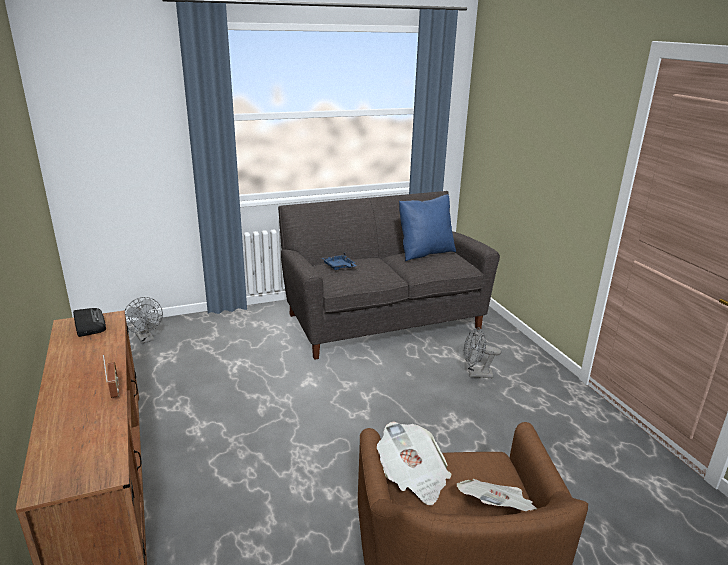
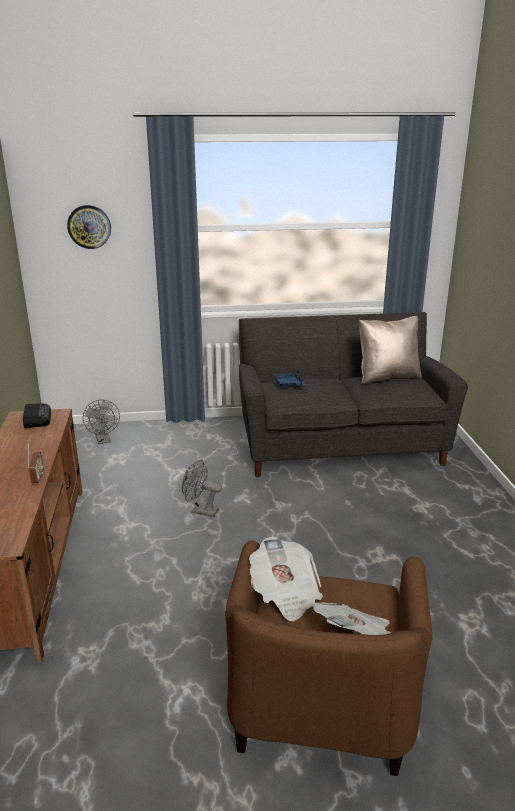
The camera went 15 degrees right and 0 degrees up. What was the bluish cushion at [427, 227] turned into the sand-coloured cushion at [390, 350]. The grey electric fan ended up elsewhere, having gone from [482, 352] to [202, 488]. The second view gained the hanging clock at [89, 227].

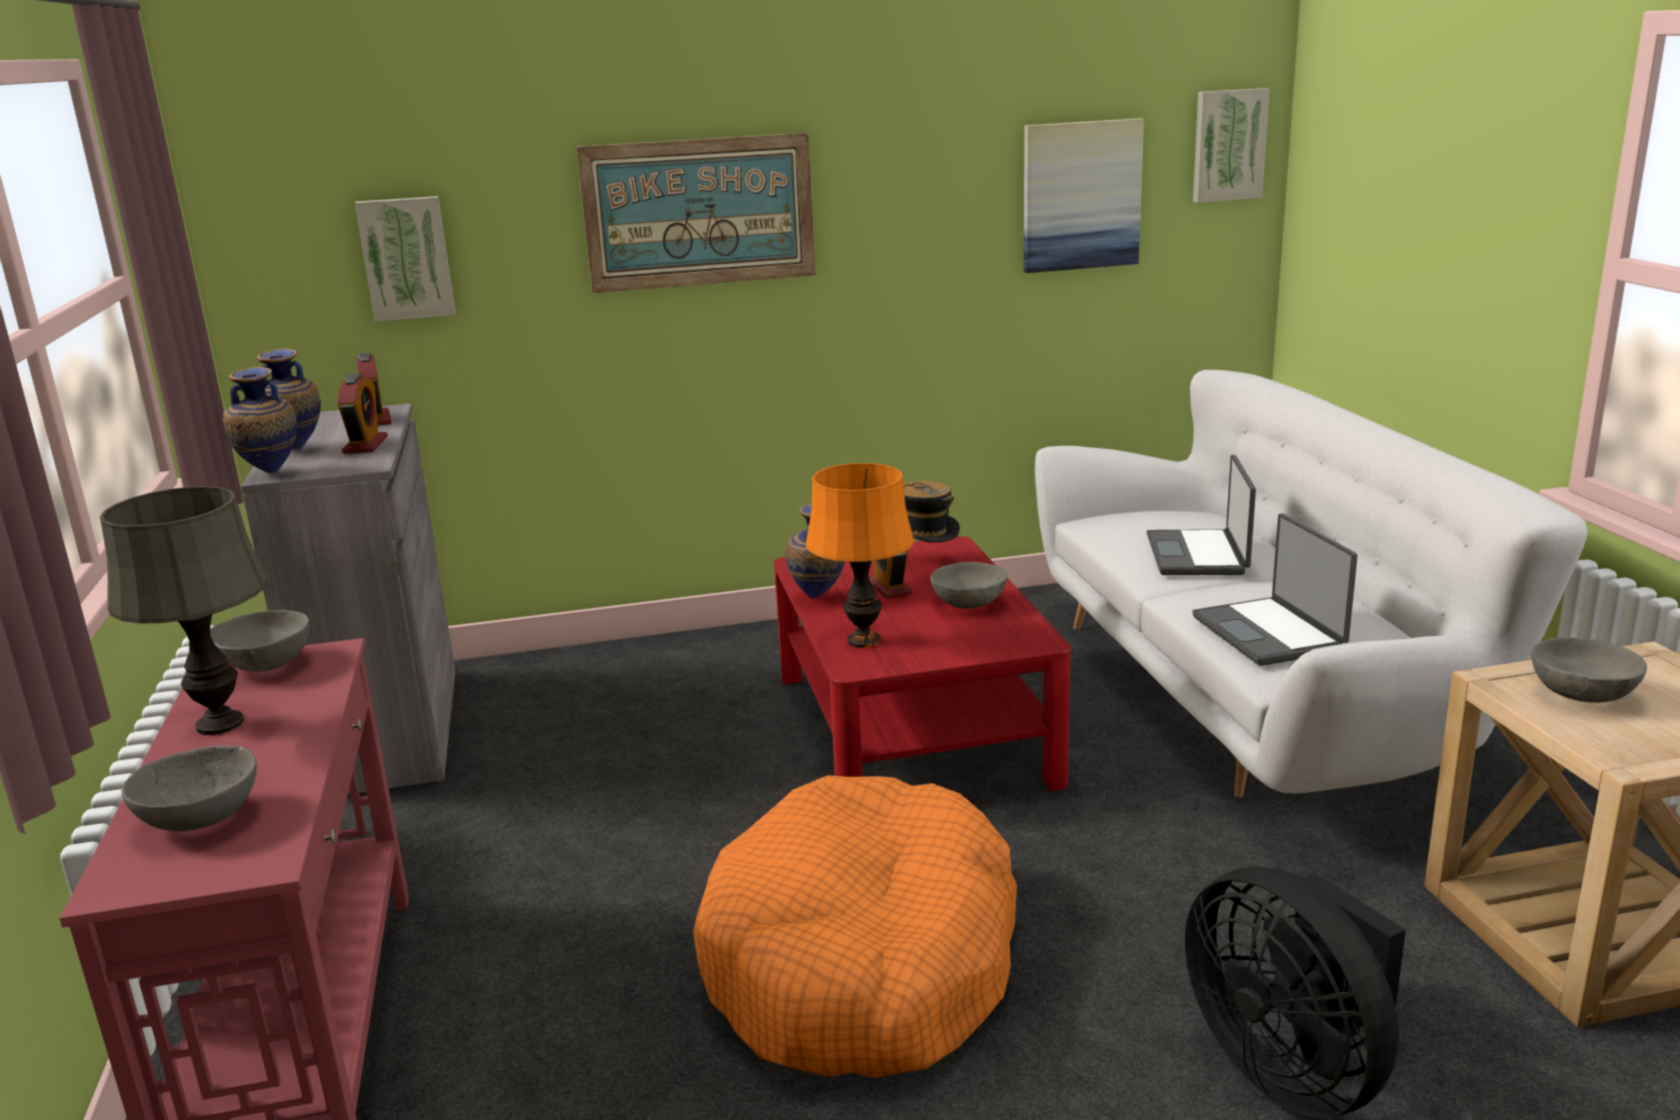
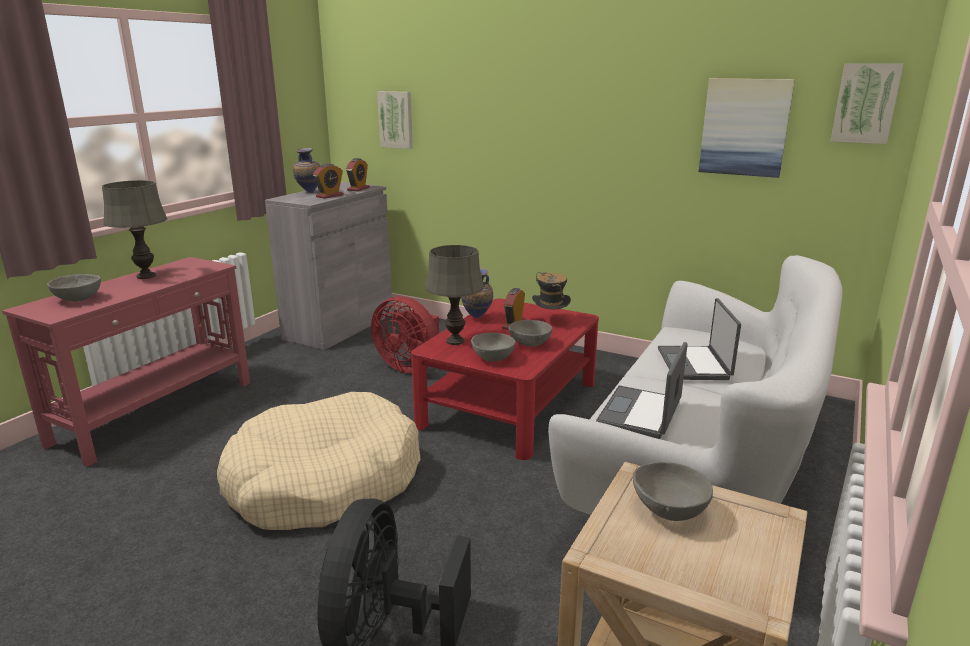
The camera went 40 degrees right and 0 degrees up. The second view lost the picture at [696, 213]. The second view lost the vase at [260, 419]. The laptop at [1201, 515] ended up facing another way, 45 degrees counterclockwise from before. What was the orangey tabletop lamp at [860, 555] turned into the grey tabletop lamp at [454, 295]. The grey deep dish ended up elsewhere, having gone from [260, 641] to [493, 347]. What was the orangey pet bed at [855, 926] turned into the sand-coloured pet bed at [319, 461]. The second view gained the red electric fan at [405, 335].

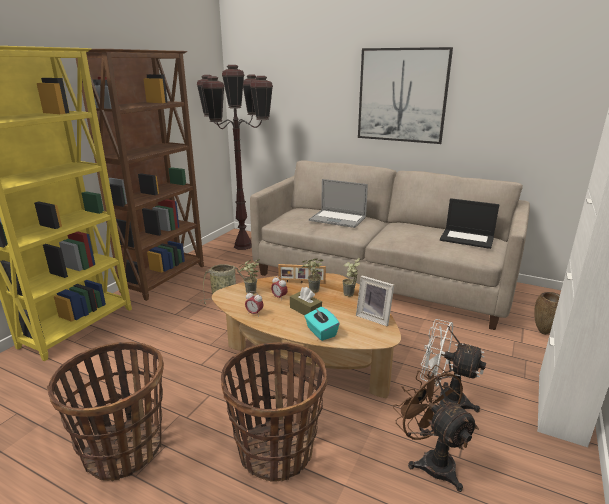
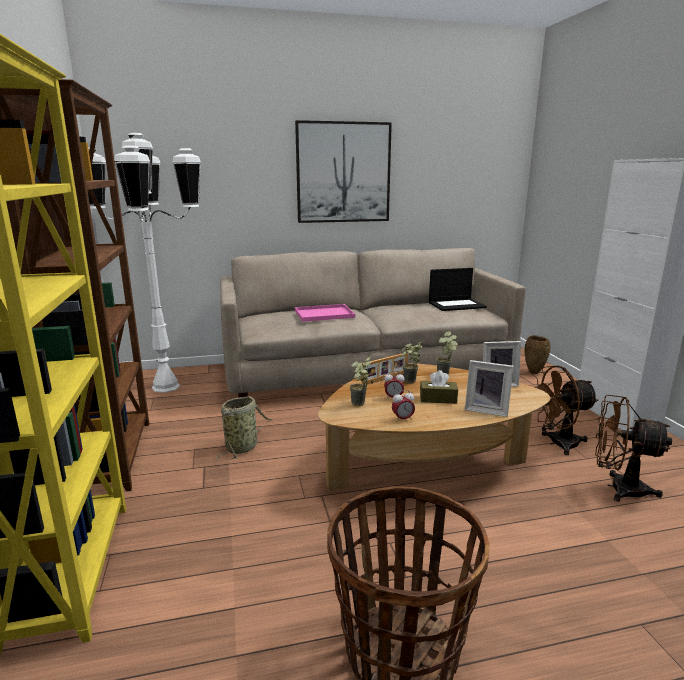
The camera went 40 degrees left and 5 degrees down. What was the brown standing lamp at [235, 157] turned into the white-coloured standing lamp at [144, 263]. Where the laptop stood at [338, 203], the pink-coloured tray came to stand at [325, 313]. Where the blue-green box of tissues stood at [322, 324], the photo frame came to stand at [489, 388]. What was the white-coloured electric fan at [453, 365] turned into the brown electric fan at [566, 410]. The second view lost the storage basket at [274, 411].

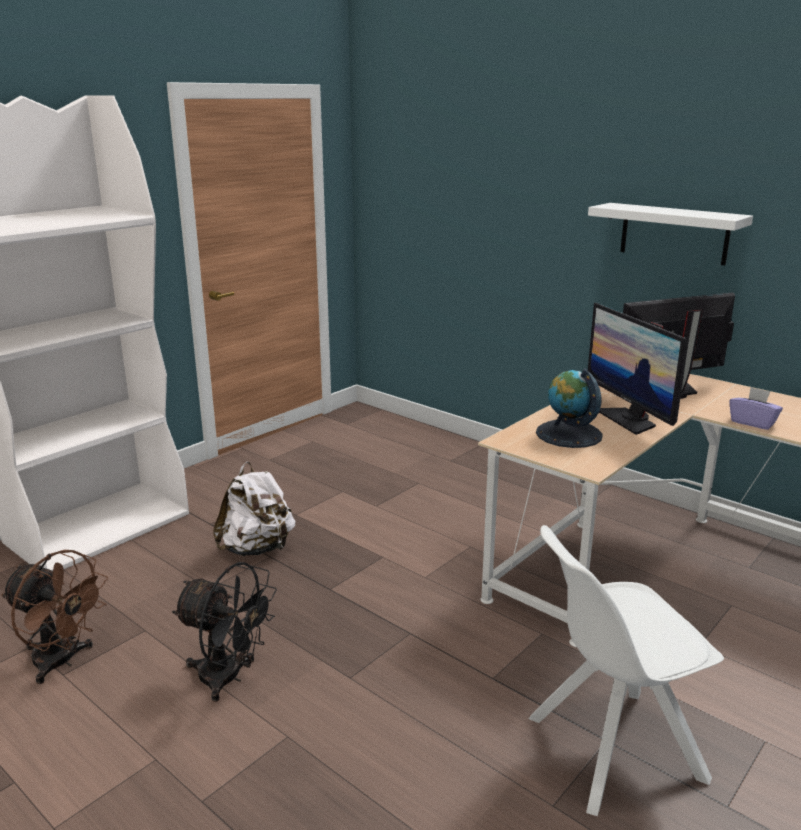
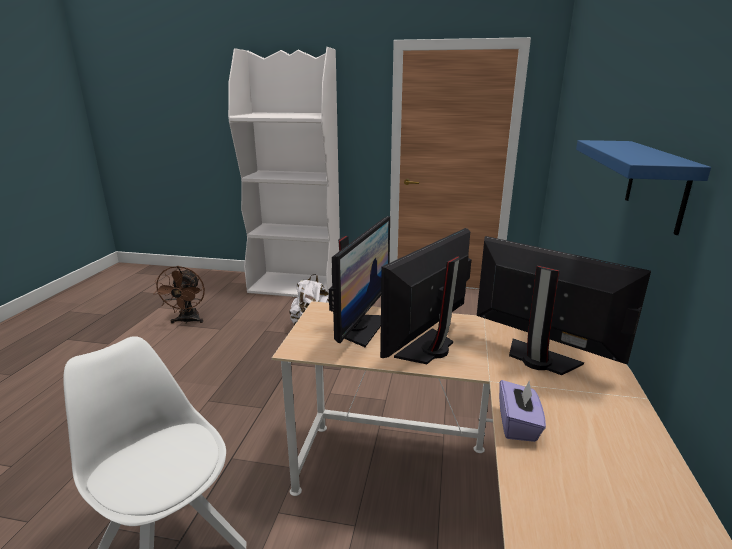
The camera went 60 degrees right and 0 degrees up. What was the white-coloured wall shelf at [670, 234] turned into the bluish wall shelf at [643, 187]. Where the desk globe stood at [569, 408], the computer display came to stand at [359, 281]. The second view lost the black-coloured electric fan at [224, 632].

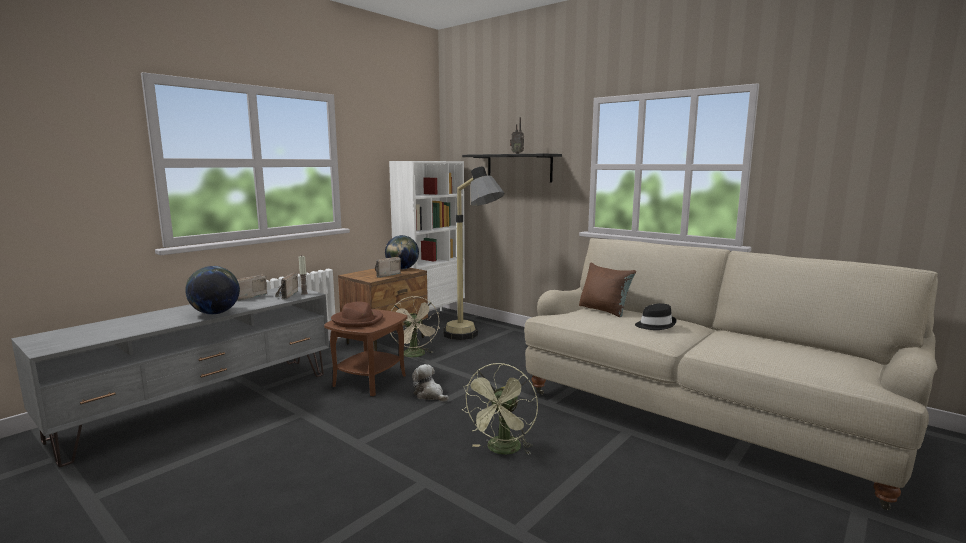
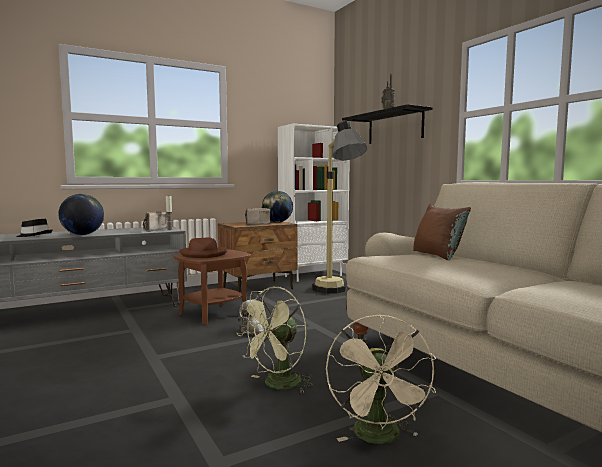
The camera went 20 degrees right and 5 degrees down. The second view lost the radio set at [252, 288]. The sand-coloured electric fan ended up elsewhere, having gone from [414, 326] to [381, 379]. The black-coloured hat ended up elsewhere, having gone from [656, 316] to [34, 228].

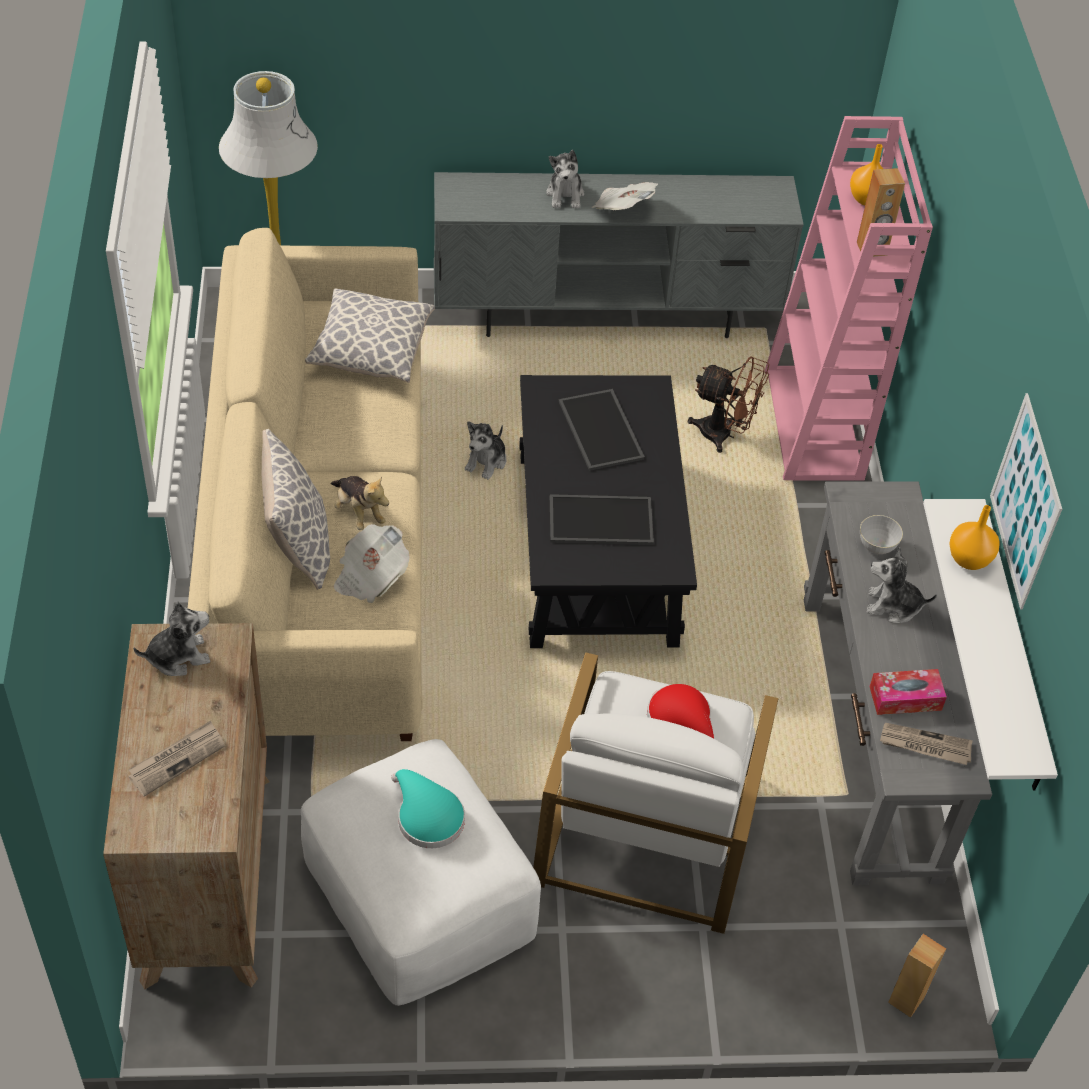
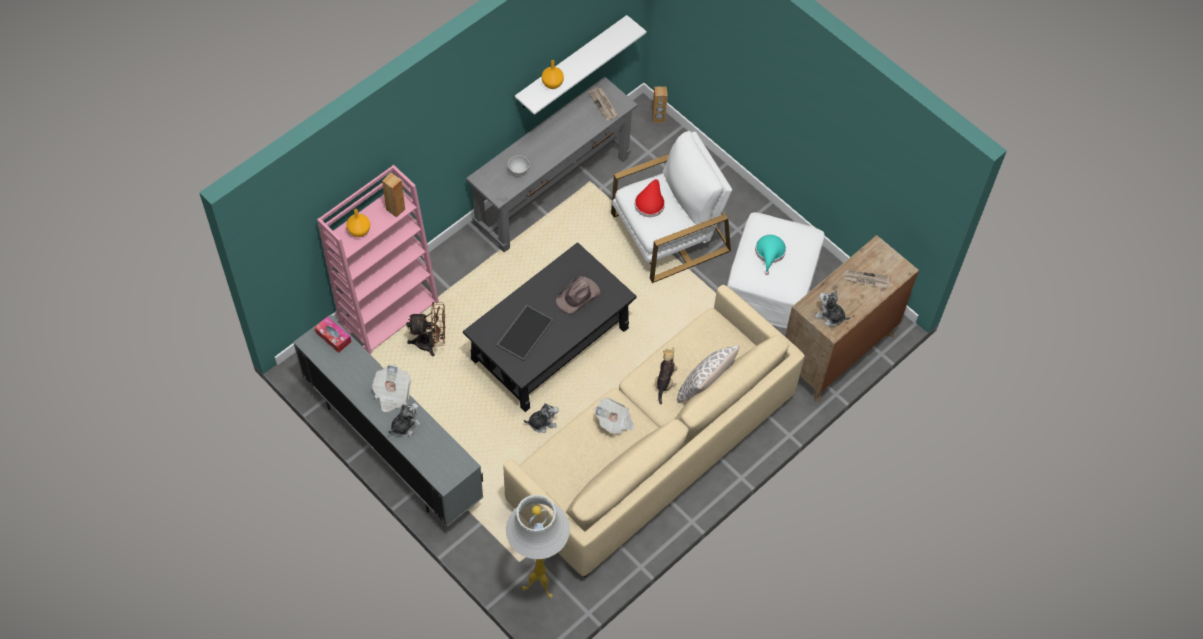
The camera went 130 degrees left and 10 degrees up. The second view lost the cushion at [370, 335]. The brown electric fan at [728, 404] ended up facing another way, 105 degrees clockwise from before. The second view lost the picture at [1026, 501]. Where the tray stood at [602, 519], the brown hat came to stand at [578, 295]. The printed paper ended up elsewhere, having gone from [372, 563] to [614, 416]. The second view lost the soft toy at [901, 585]. The box of tissues ended up elsewhere, having gone from [908, 692] to [333, 335].

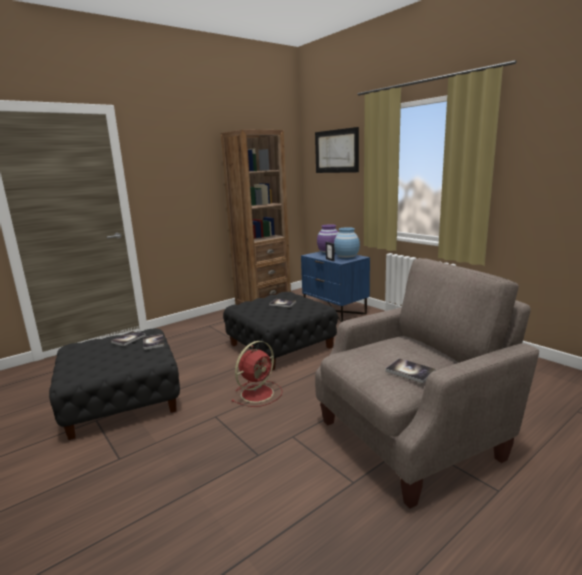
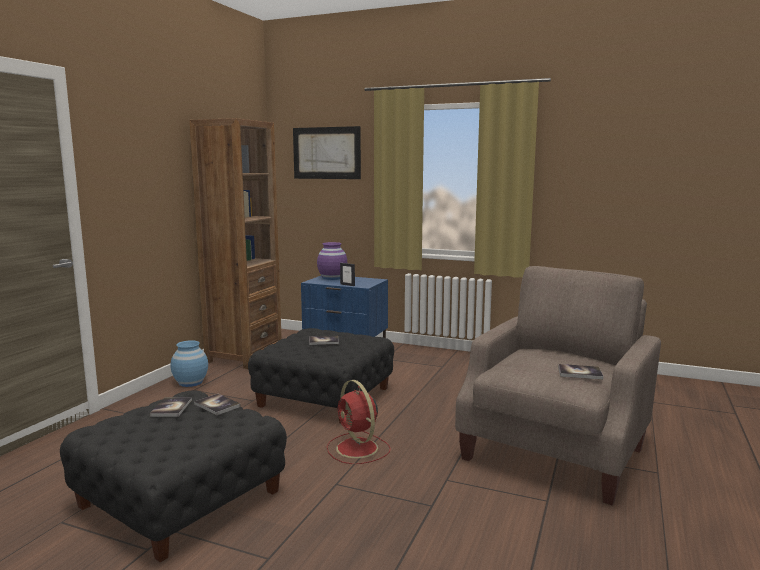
The camera went 30 degrees left and 5 degrees down. The bluish vase ended up elsewhere, having gone from [347, 243] to [189, 363]. The red electric fan at [256, 374] ended up facing another way, 135 degrees clockwise from before.

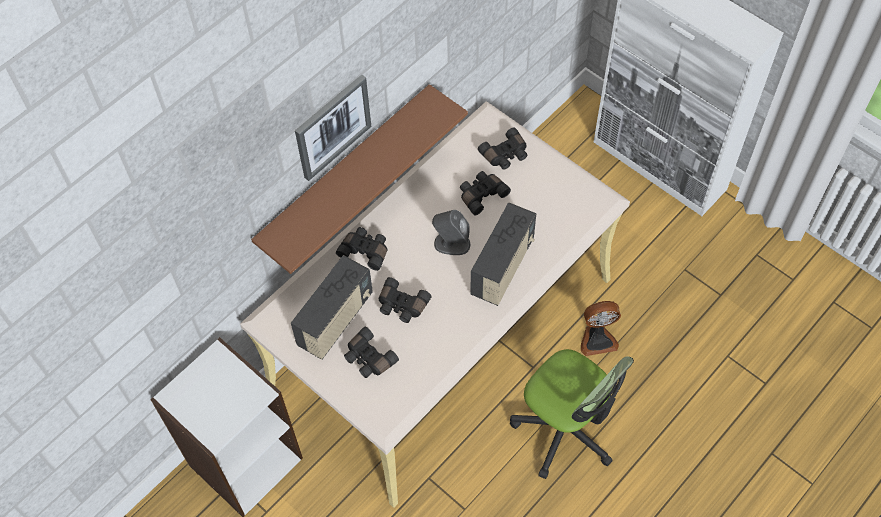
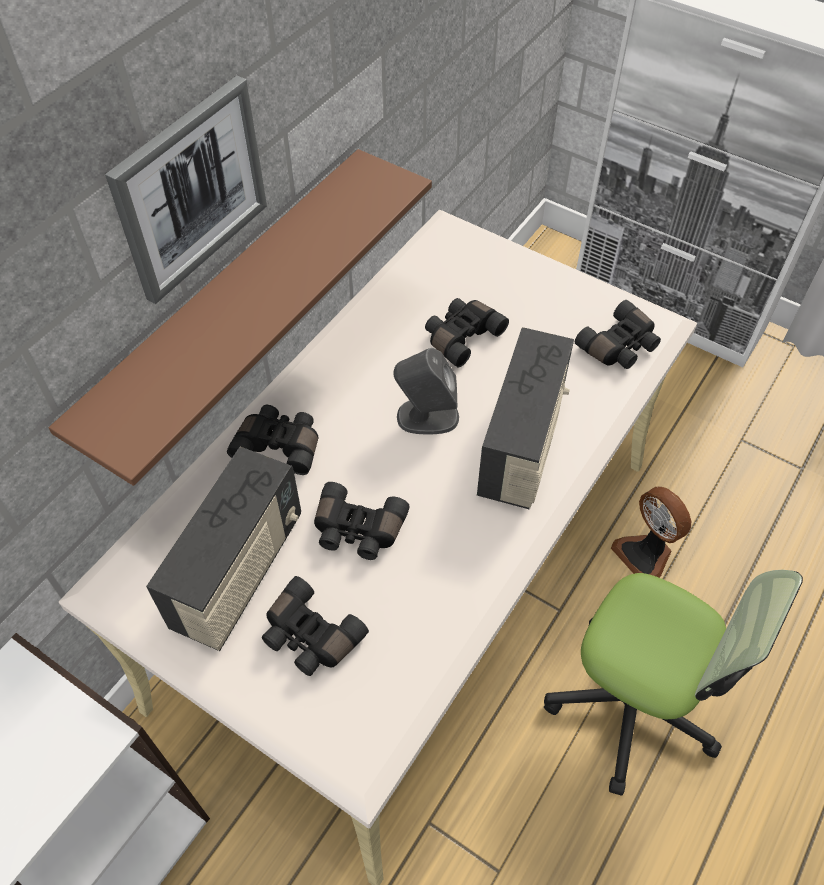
The camera went 10 degrees left and 5 degrees down. The black-coloured pair of binoculars ended up elsewhere, having gone from [502, 148] to [618, 334]. The electric fan at [601, 328] ended up facing another way, 75 degrees clockwise from before.

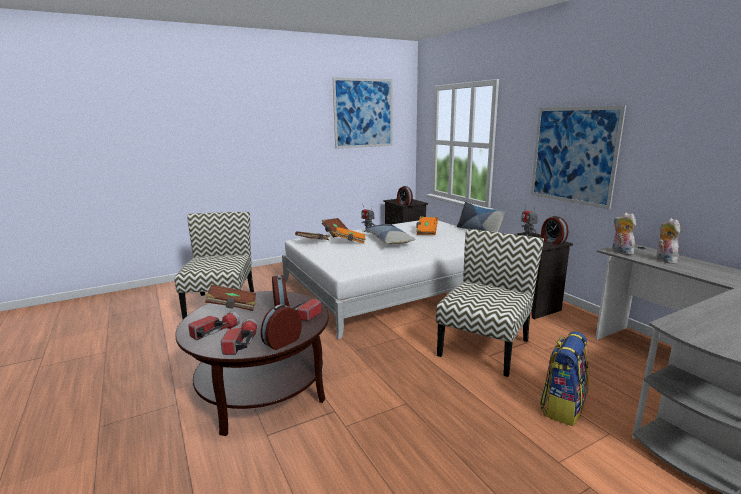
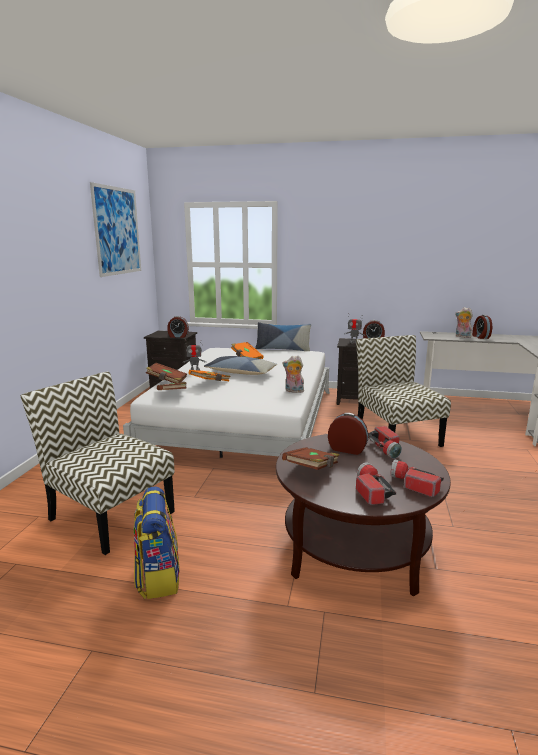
The camera went 50 degrees left and 0 degrees up. The second view lost the picture at [578, 157]. The soft toy ended up elsewhere, having gone from [624, 234] to [293, 374]. The table clock ended up elsewhere, having gone from [281, 327] to [482, 327]. The rucksack ended up elsewhere, having gone from [564, 378] to [156, 542].

